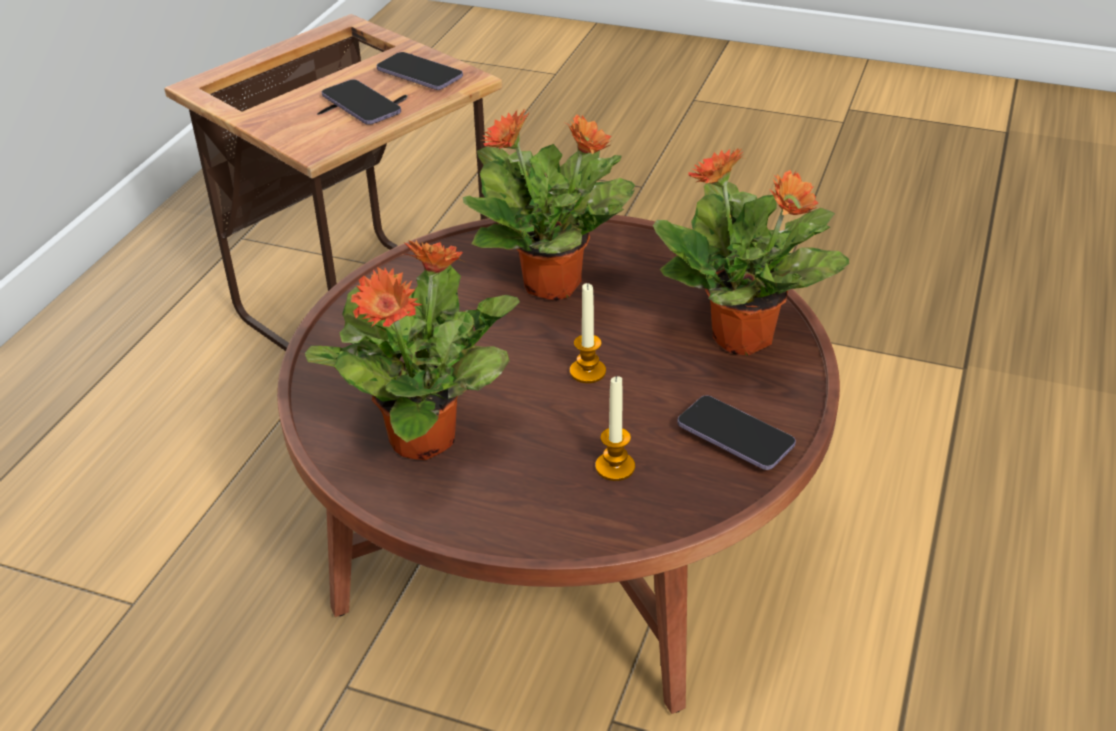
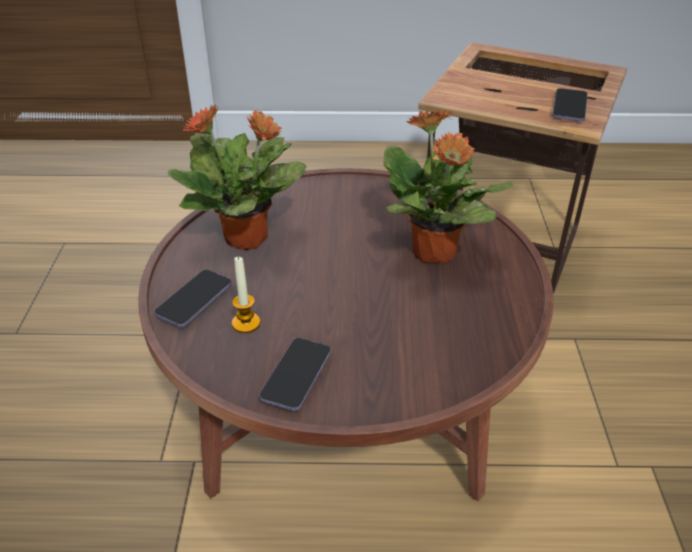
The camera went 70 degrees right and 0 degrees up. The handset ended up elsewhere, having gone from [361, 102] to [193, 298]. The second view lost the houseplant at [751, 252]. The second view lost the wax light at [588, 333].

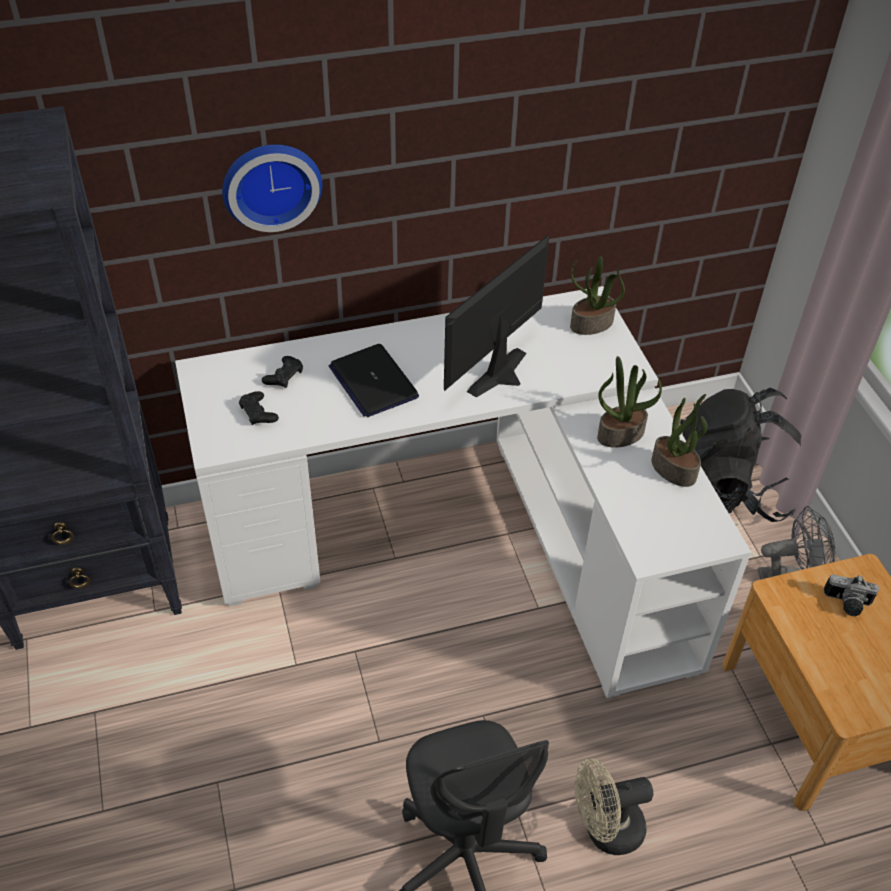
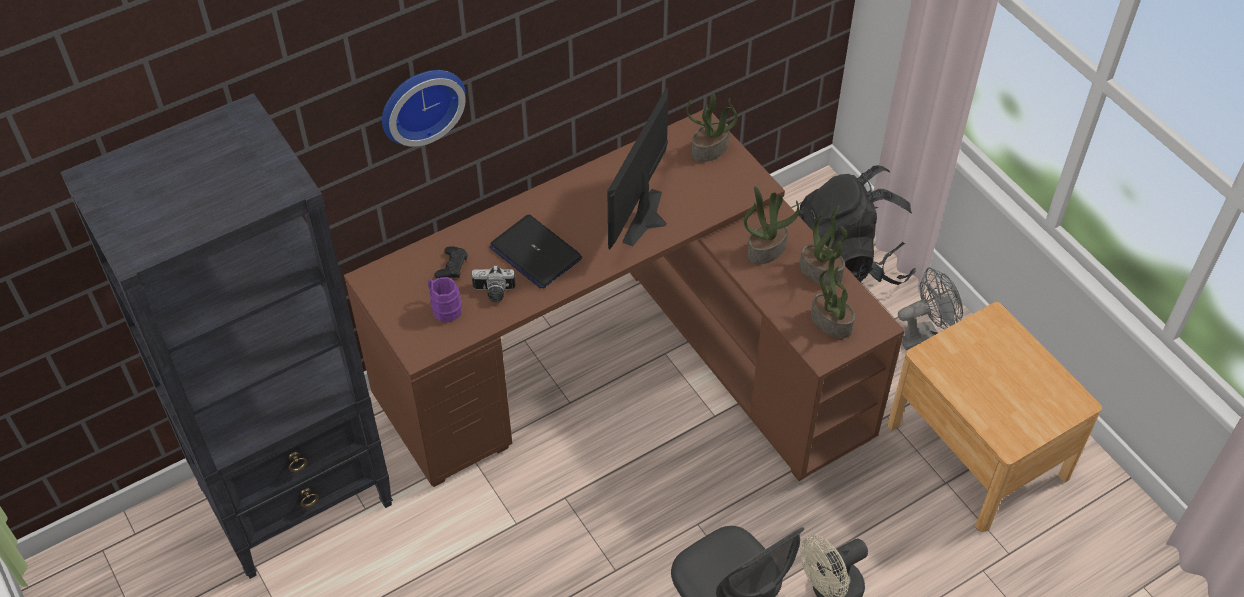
The camera went 15 degrees left and 5 degrees up. What was the white-coloured desk table at [463, 492] turned into the brown desk table at [624, 297]. Where the black-coloured joypad stood at [259, 408], the purple coffee mug came to stand at [445, 299]. The photo camera ended up elsewhere, having gone from [851, 595] to [494, 283]. The second view gained the houseplant at [833, 297].

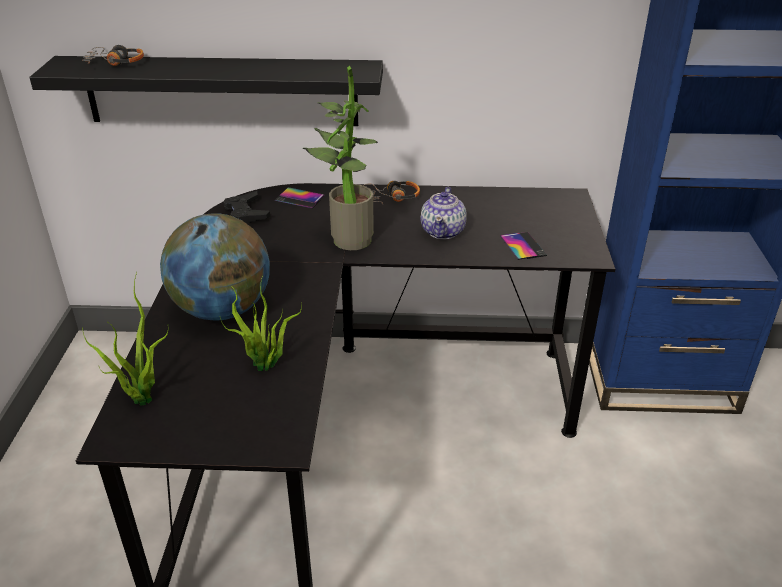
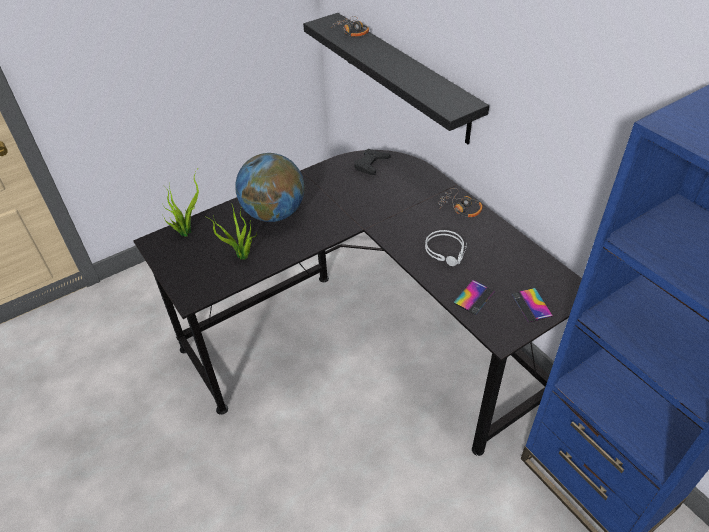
The camera went 55 degrees right and 10 degrees up. The second view lost the houseplant at [340, 158]. The handset ended up elsewhere, having gone from [300, 197] to [532, 305]. Where the teapot stood at [444, 213], the grey pair of headphones came to stand at [446, 248].

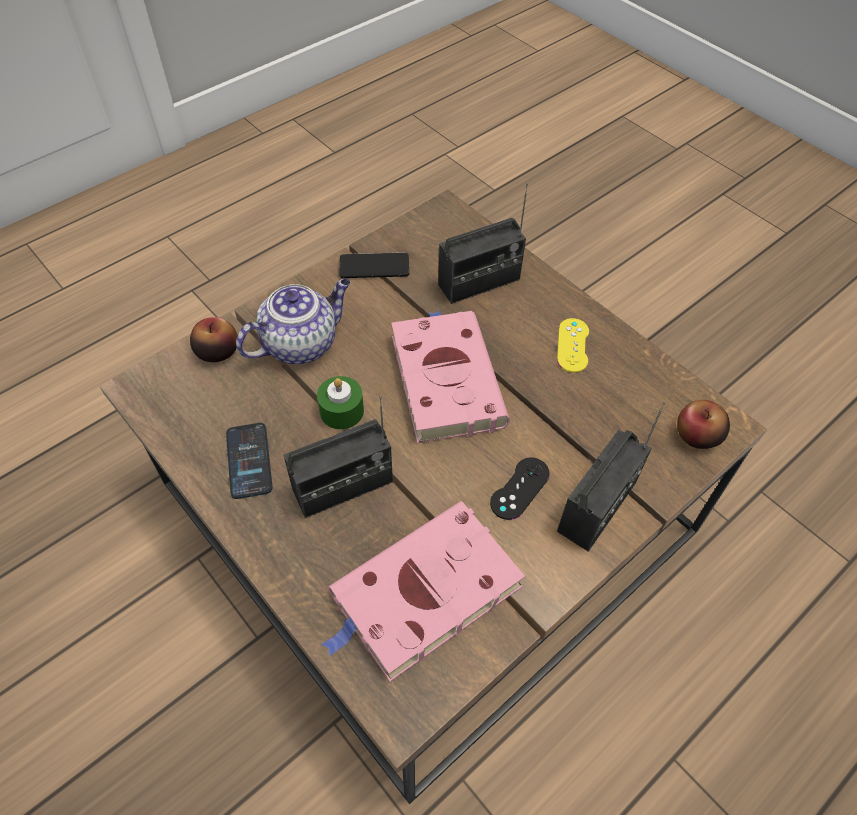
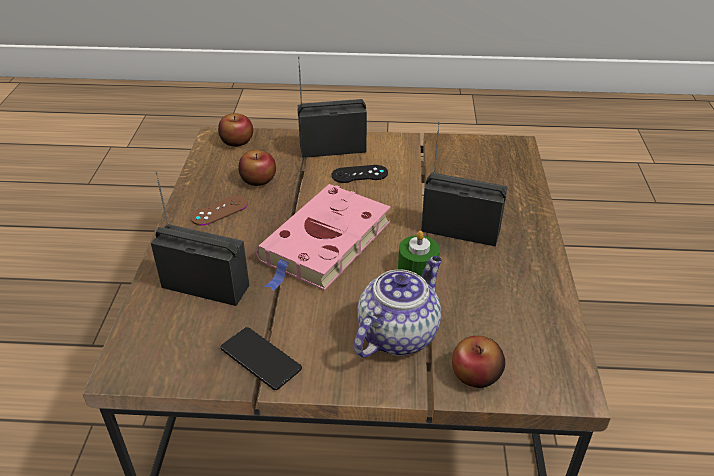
The camera went 135 degrees left and 15 degrees down. The teapot at [293, 322] ended up facing another way, 120 degrees clockwise from before. What was the yellow-coloured joypad at [573, 345] turned into the brown joypad at [219, 210]. The second view lost the handset at [249, 461]. The second view lost the pink-coloured book at [423, 591]. The second view gained the whole apple at [257, 168].

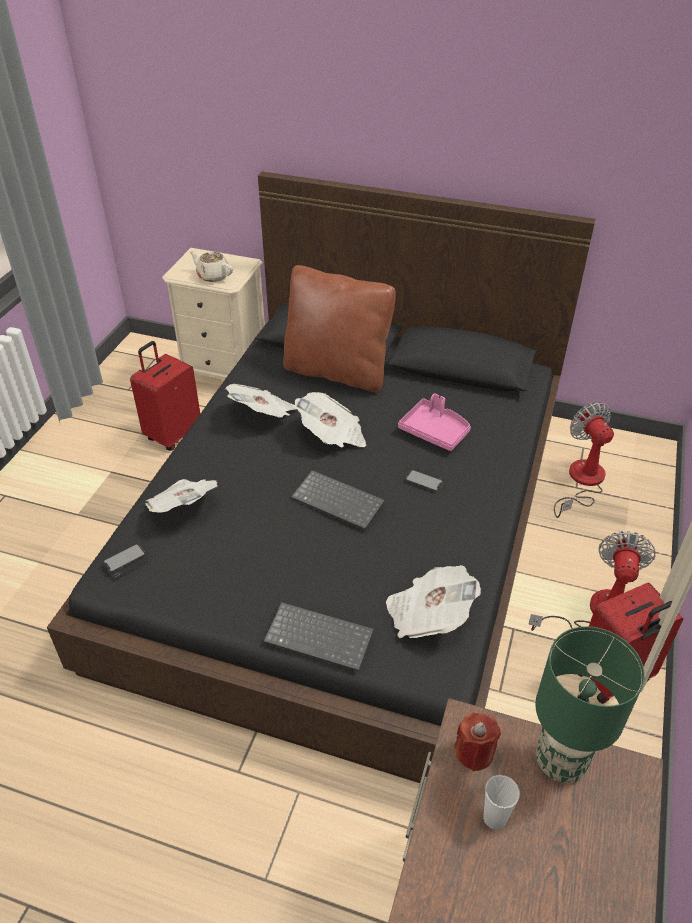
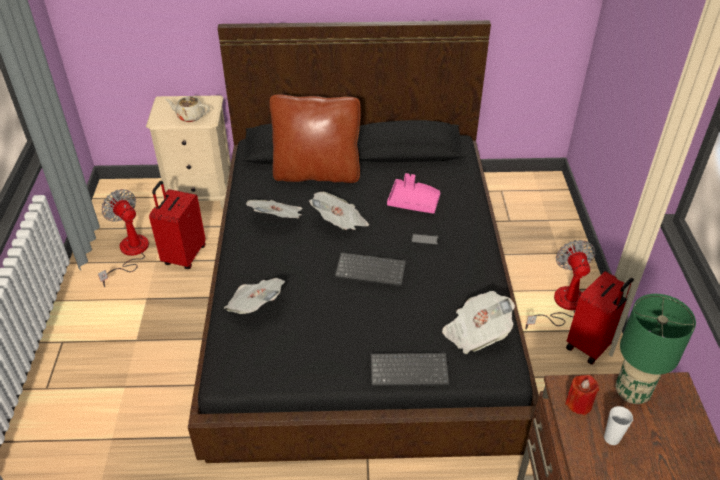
The camera went 20 degrees left and 0 degrees up. The electric fan ended up elsewhere, having gone from [584, 460] to [123, 238]. The second view lost the handset at [126, 561].

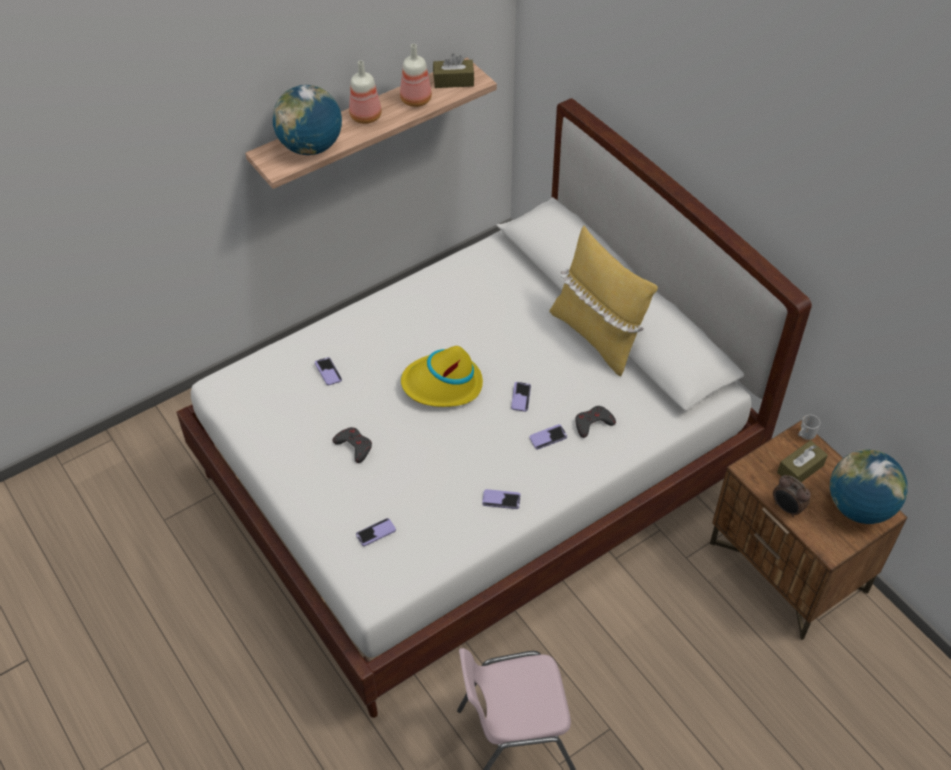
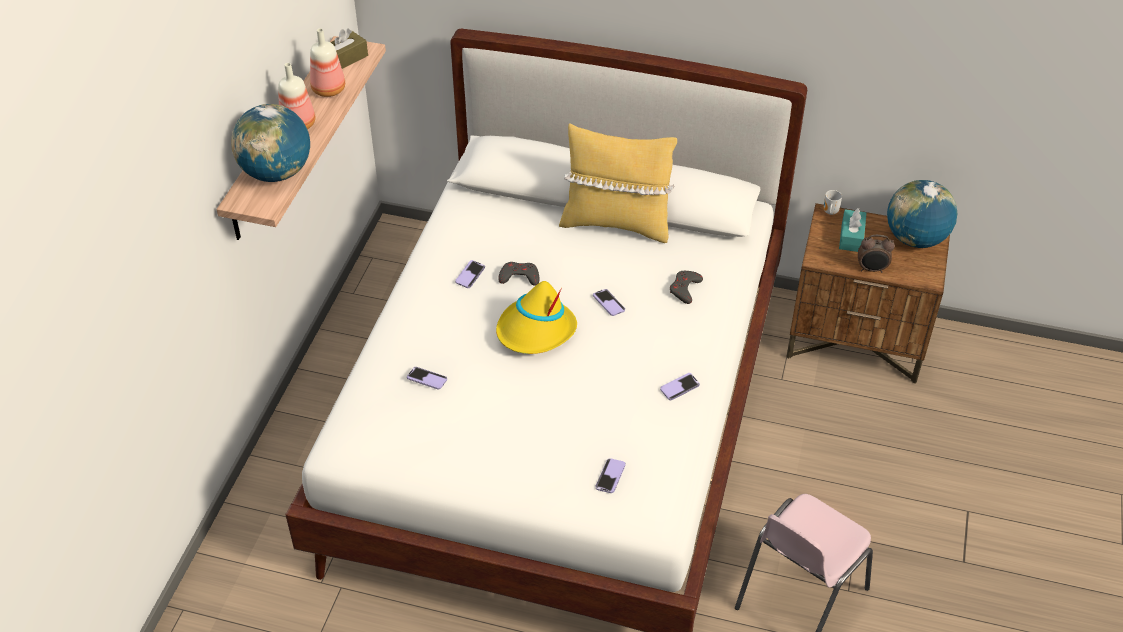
The camera went 40 degrees left and 5 degrees down. The handset ended up elsewhere, having gone from [548, 436] to [470, 274]. The grey joypad ended up elsewhere, having gone from [352, 445] to [518, 274]. What was the brown box of tissues at [802, 461] turned into the blue-green box of tissues at [853, 230].

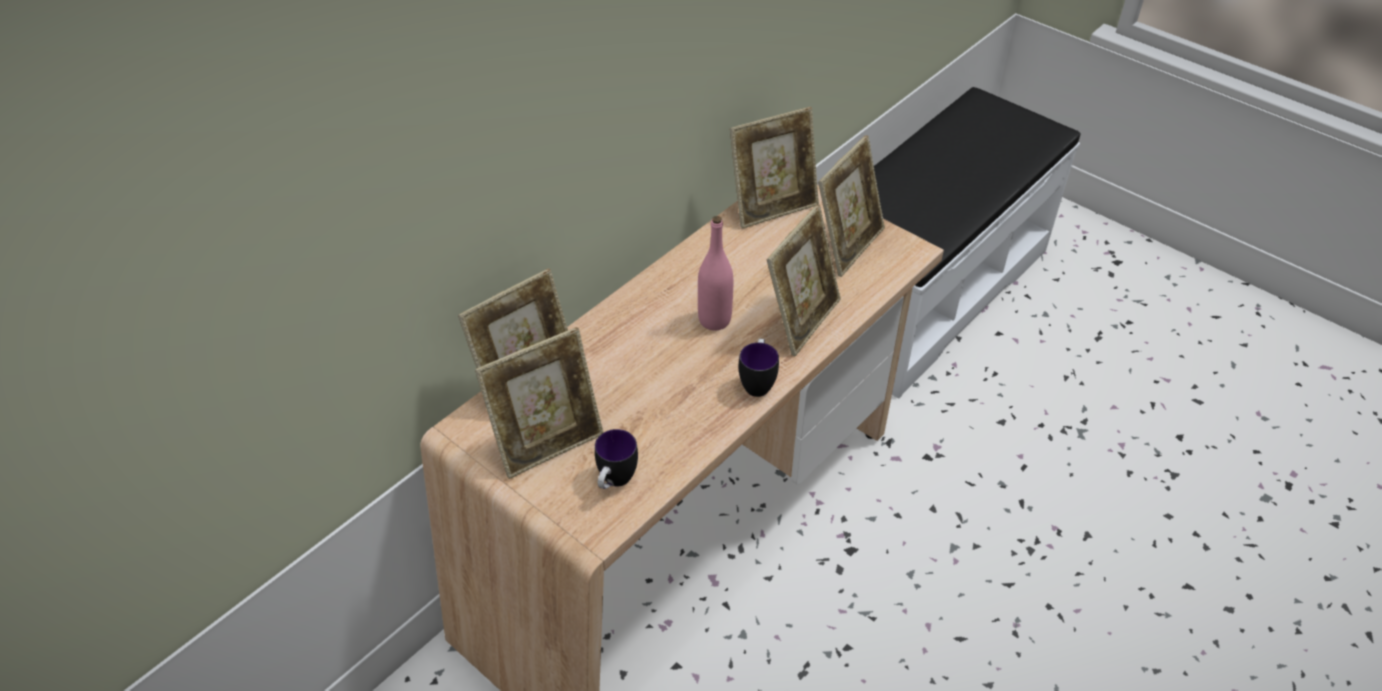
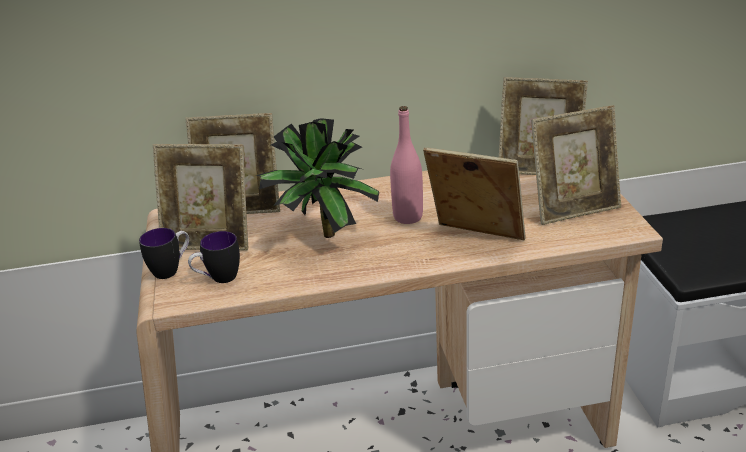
The camera went 40 degrees right and 15 degrees down. The photo frame at [804, 280] ended up facing another way, 135 degrees counterclockwise from before. The coffee mug ended up elsewhere, having gone from [759, 368] to [164, 253]. The second view gained the houseplant at [317, 178].

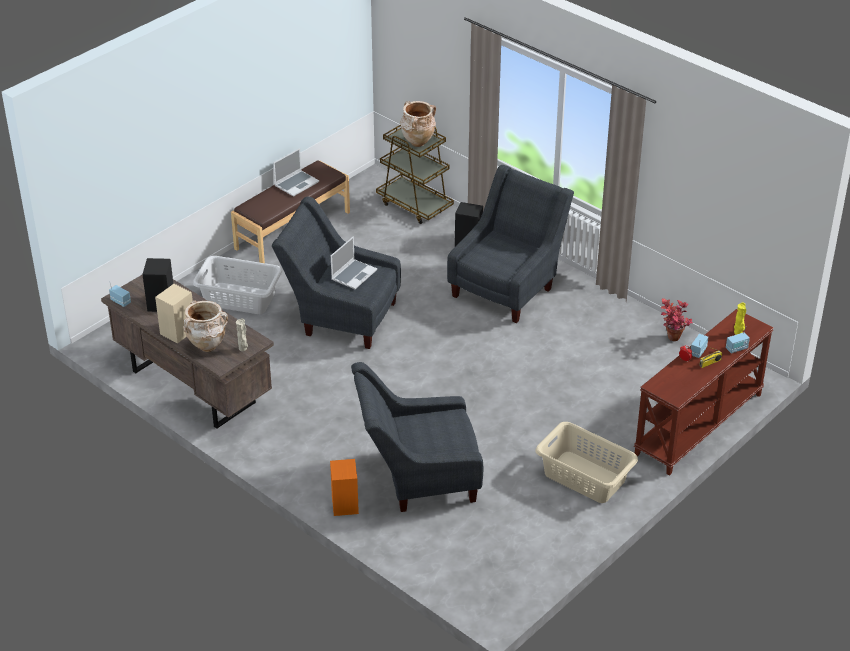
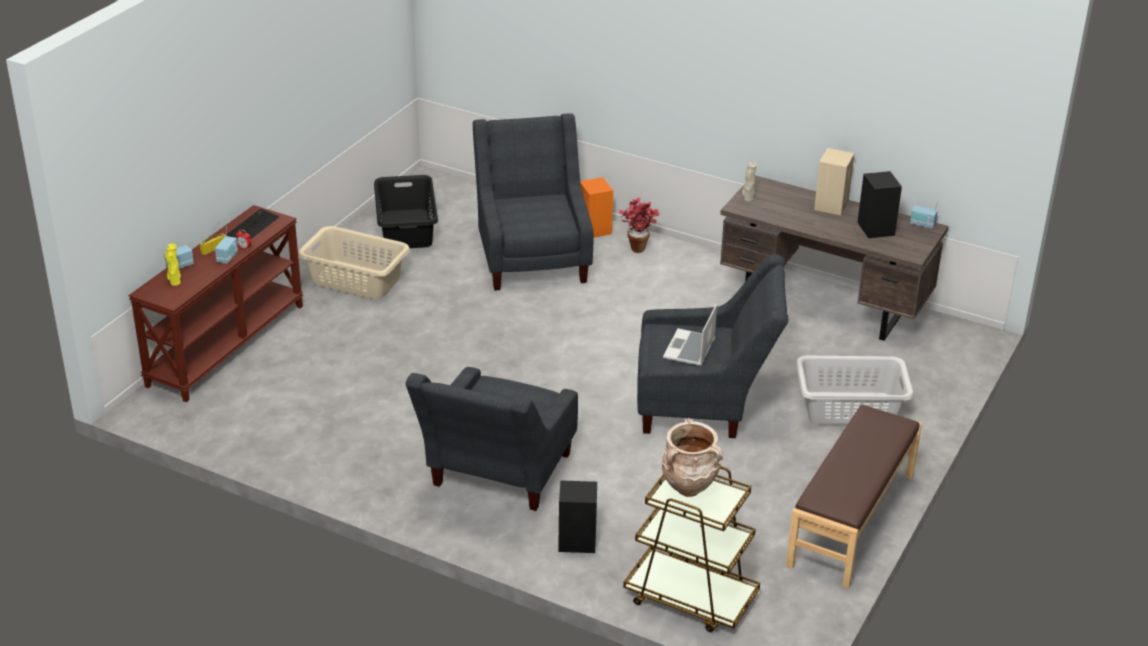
The camera went 165 degrees right and 5 degrees down. The second view lost the laptop at [296, 172]. The houseplant ended up elsewhere, having gone from [677, 319] to [639, 225]. The second view lost the sand-coloured vase at [205, 326]. The grey easy chair at [417, 437] ended up facing another way, 75 degrees counterclockwise from before. The second view gained the black-coloured hamper at [406, 211]. The second view gained the keyboard at [253, 224].

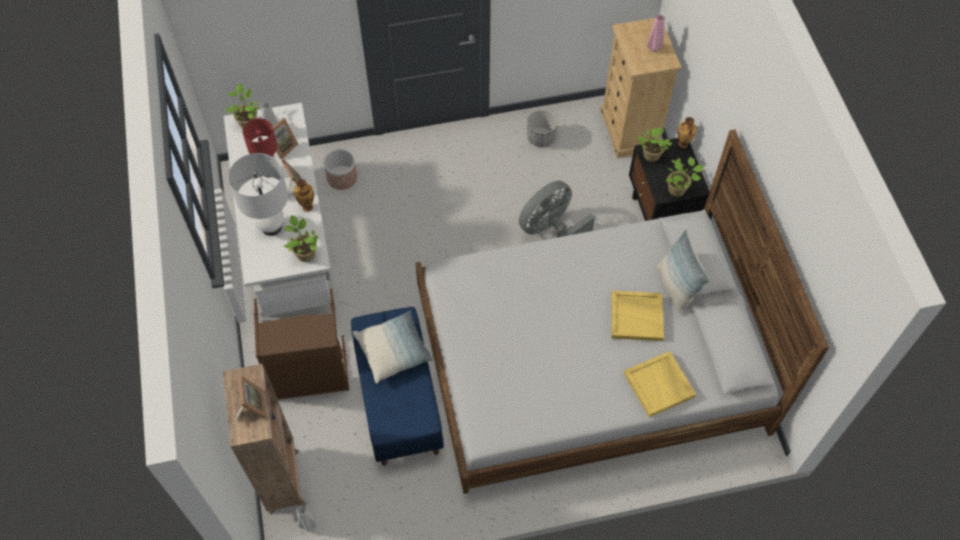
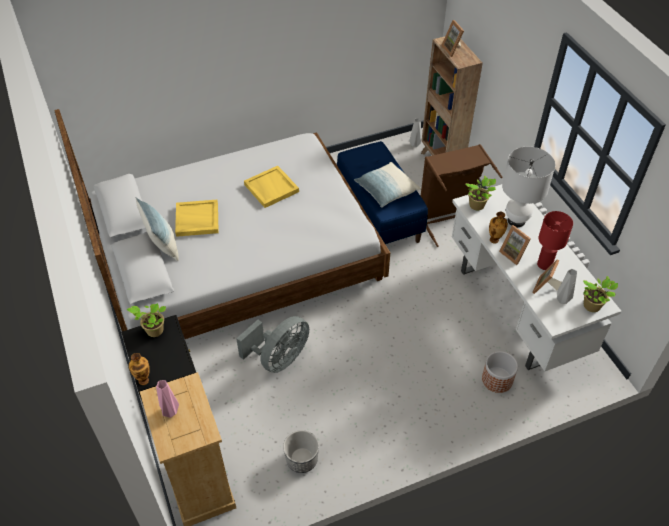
The camera went 170 degrees right and 10 degrees down. The second view lost the houseplant at [654, 144]. The yellow-coloured tray ended up elsewhere, having gone from [660, 384] to [271, 187].

